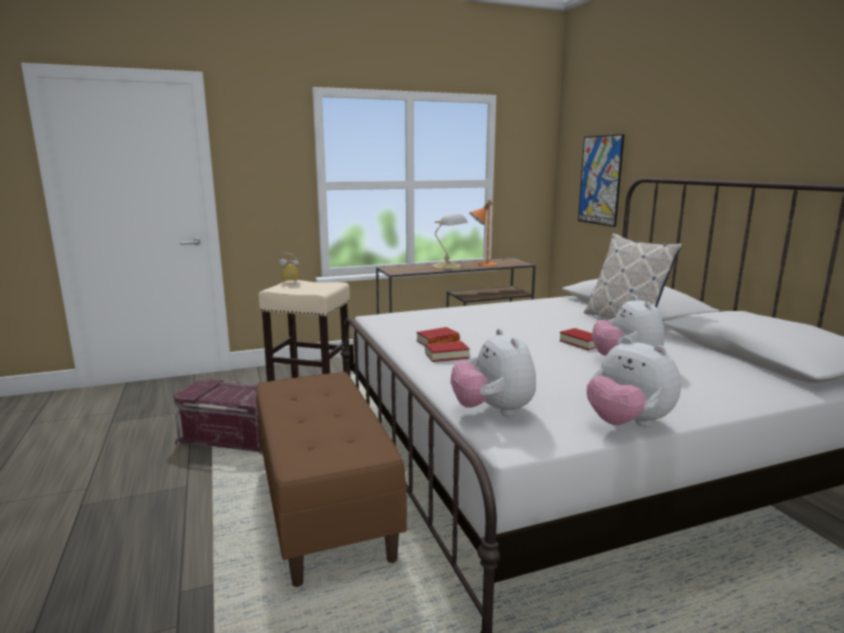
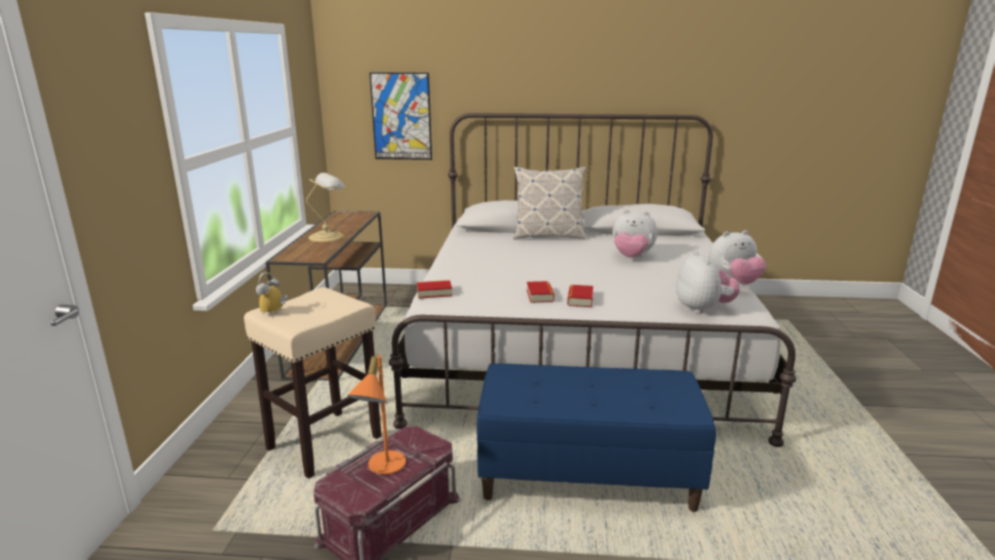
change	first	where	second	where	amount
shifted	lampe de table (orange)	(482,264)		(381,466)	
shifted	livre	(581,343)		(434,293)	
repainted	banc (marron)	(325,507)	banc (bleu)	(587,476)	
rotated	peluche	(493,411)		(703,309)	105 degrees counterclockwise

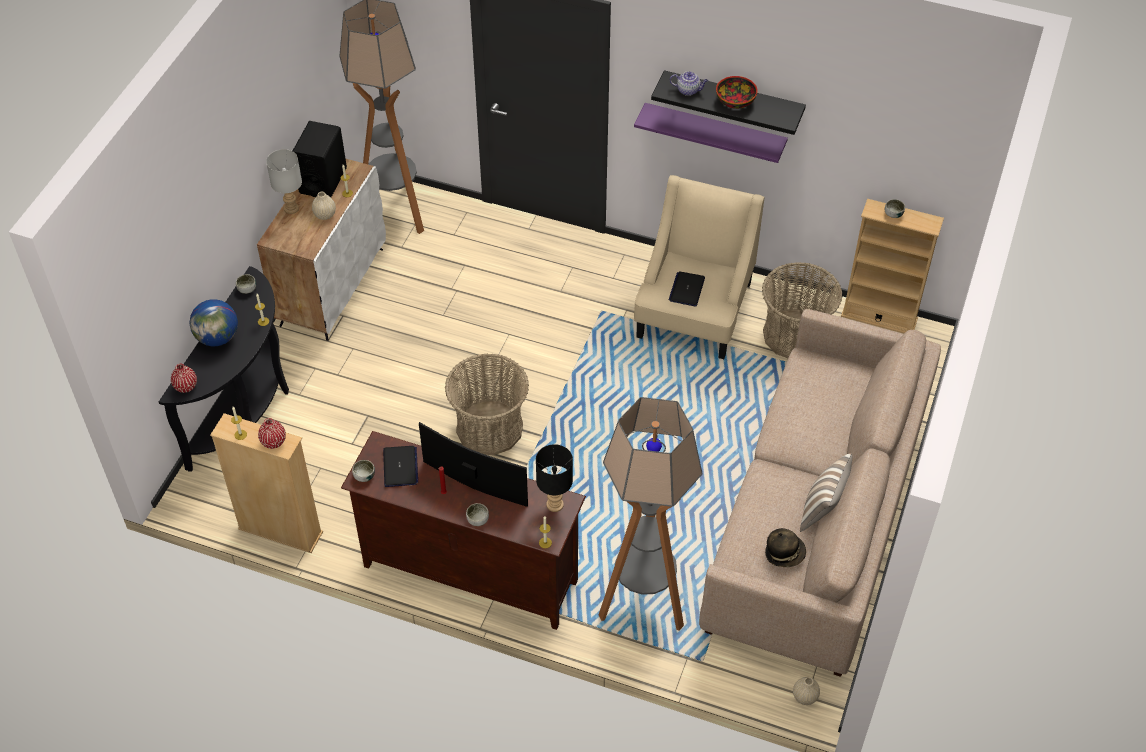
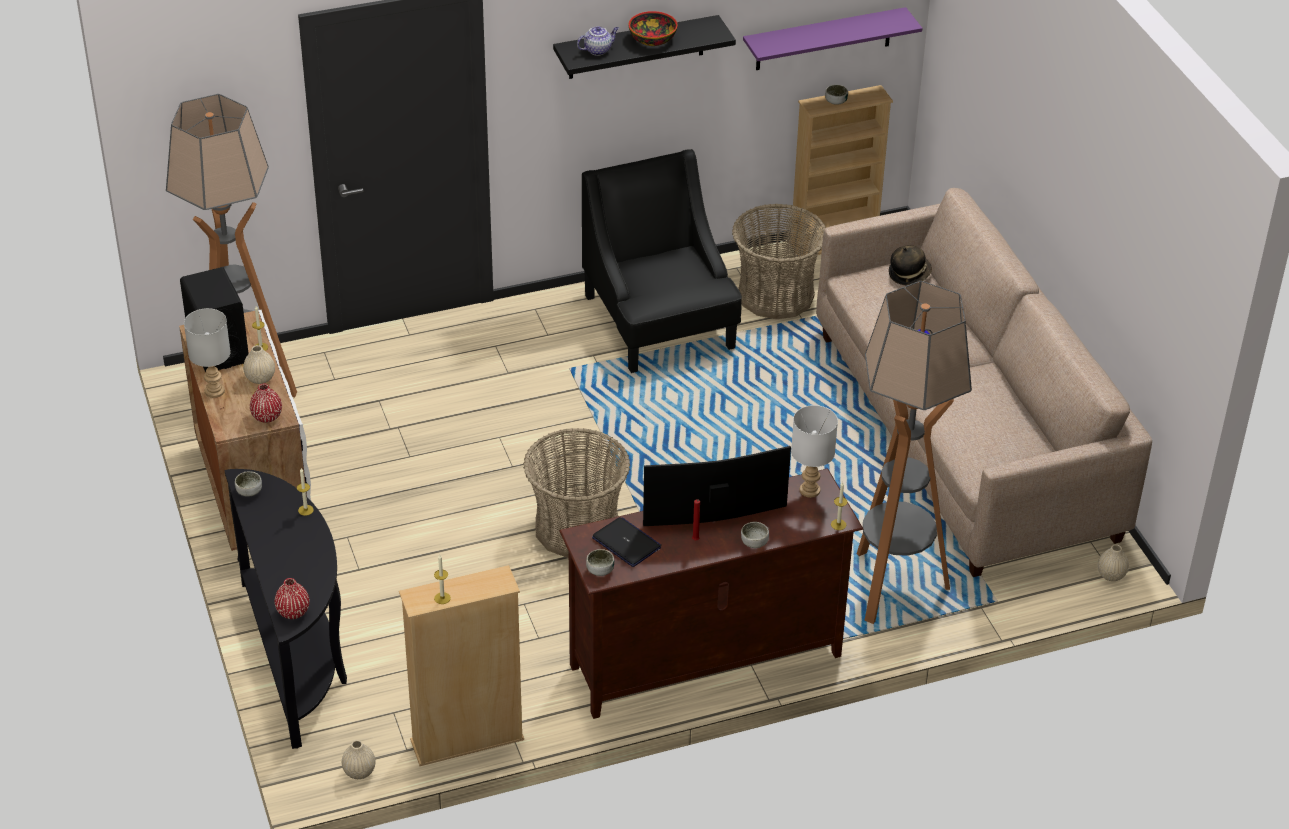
change	first	where	second	where	amount
gone	globe	(218,338)			
gone	ordinateur portable	(687,289)			
gone	coussin	(822,510)			
new			vase (beige)	(359,771)	
shifted	vase (rouge)	(273,442)		(267,417)	
shifted	étagère (violet)	(714,133)		(823,39)	
shifted	chapeau	(784,553)		(909,274)	
repainted	lampe de table (noir)	(554,504)	lampe de table (blanc)	(809,490)	
repainted	fauteuil (beige)	(694,310)	fauteuil (noir)	(659,322)	

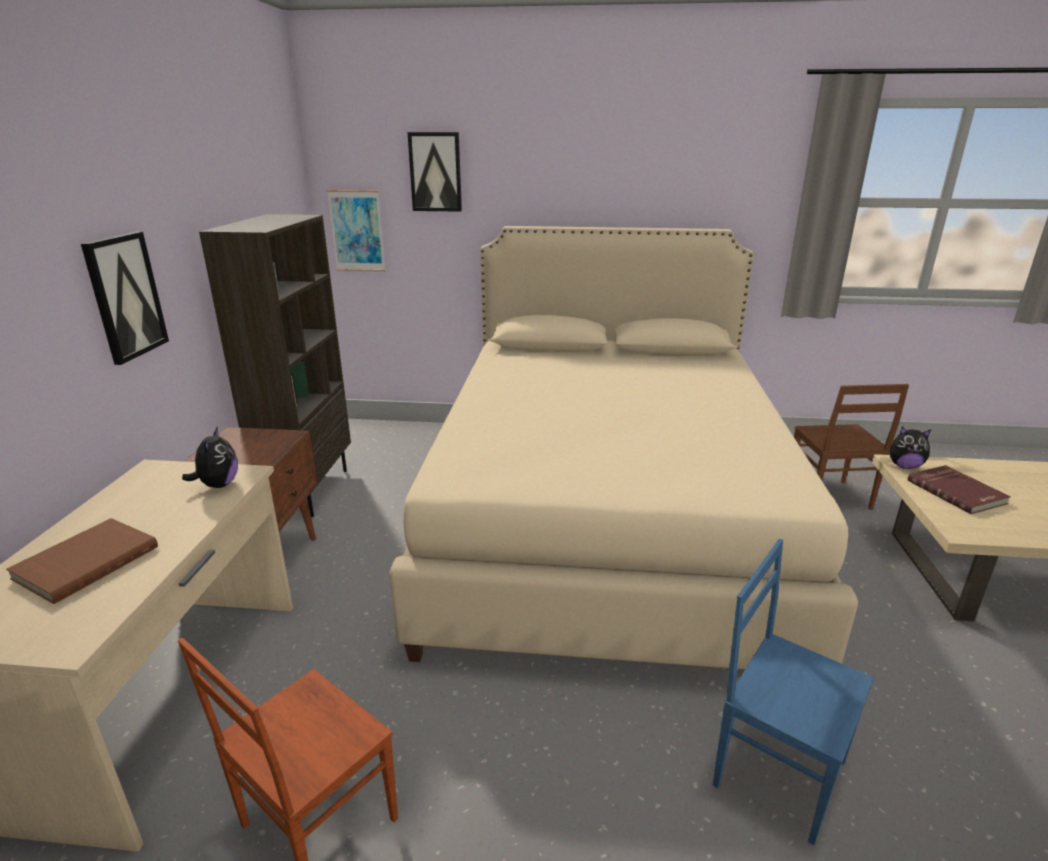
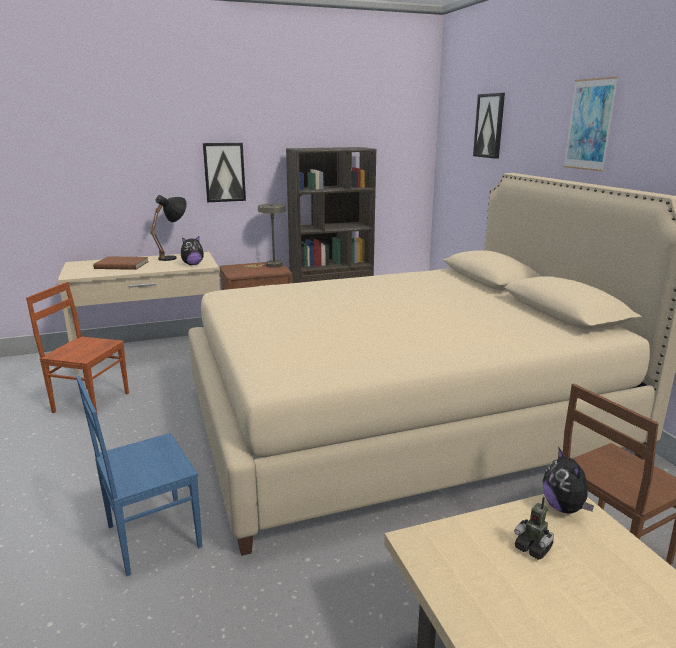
change	first	where	second	where	amount
new			lampe de table (noir)	(173,257)	
new			lampe de table (beige)	(270,265)	
shifted	tableau	(357,231)		(590,124)	
swapped	livre (rouge)	(957,491)	robot jouet	(533,548)	
rotated	chaise (bleu)	(777,770)		(151,536)	135 degrees counterclockwise

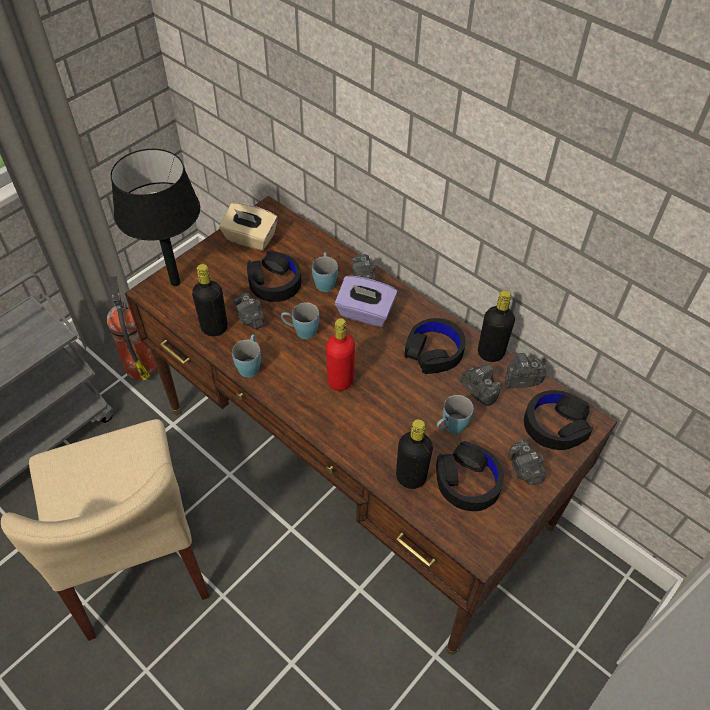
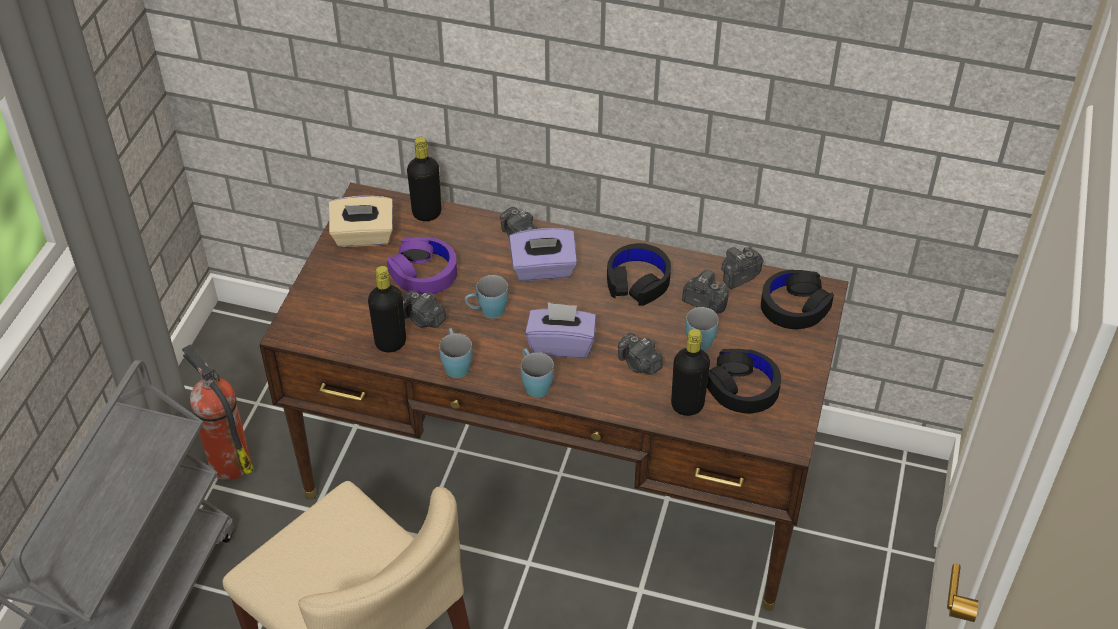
change	first	where	second	where	amount
gone	lampe de table (noir)	(175,282)			
shifted	mug (bleu)	(325,281)		(534,383)	
shifted	bouteille (noir)	(490,353)		(427,213)	
shifted	appareil photo	(524,470)		(639,364)	
swapped	bouteille (rouge)	(340,381)	boîte à mouchoirs (violet)	(561,344)	
repainted	casque audio (noir)	(274,282)	casque audio (violet)	(423,273)	

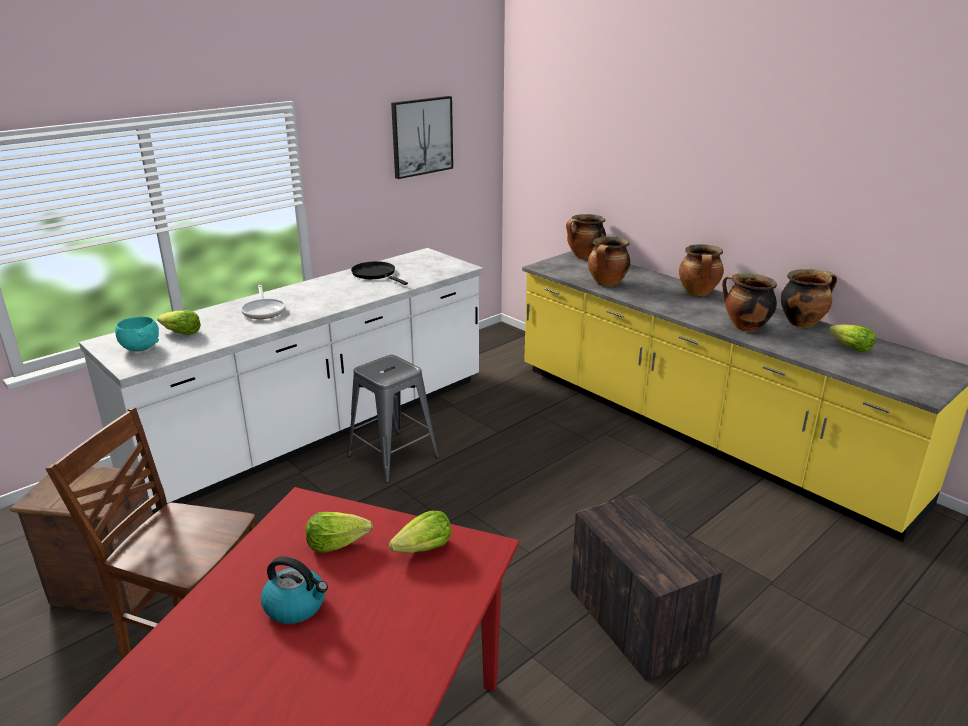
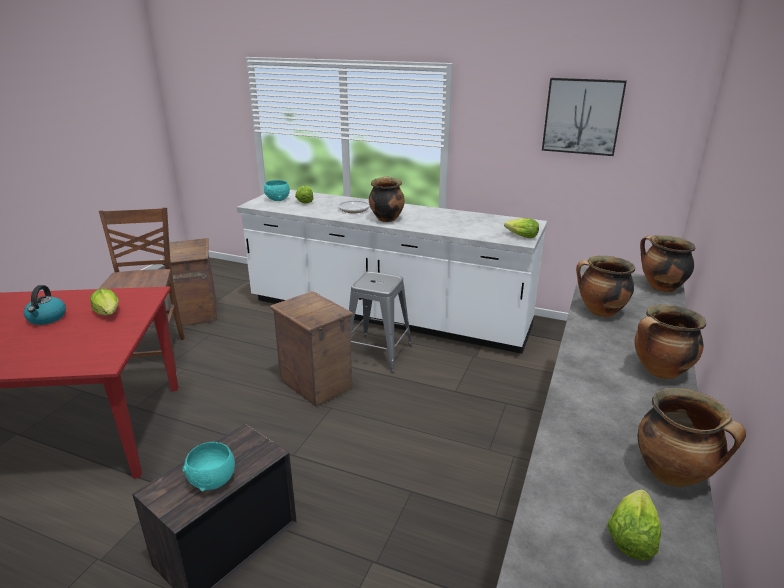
change	first	where	second	where	amount
gone	poêle (noir)	(375,274)			
new			bol (turquoise)	(213,480)	
new			caisse	(316,384)	
shifted	laitue	(424,549)		(521,236)	
shifted	marmite	(745,327)		(386,218)	

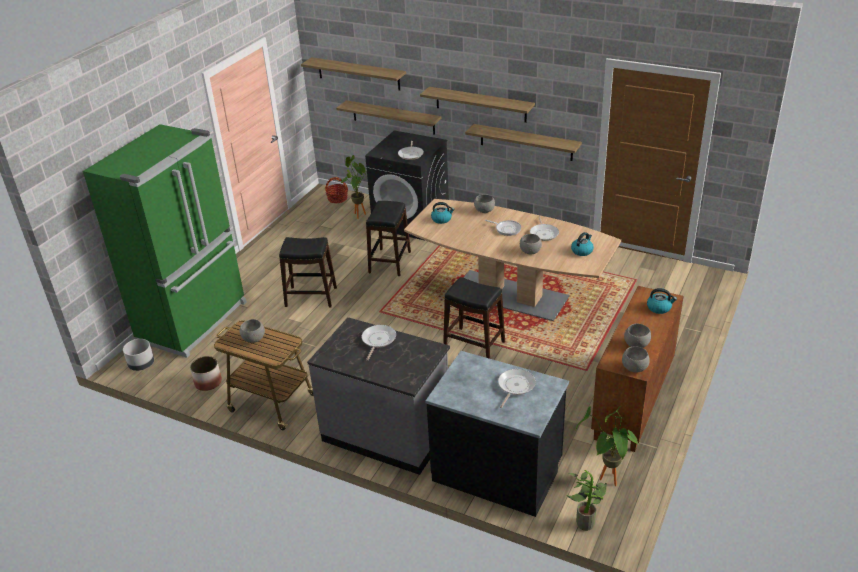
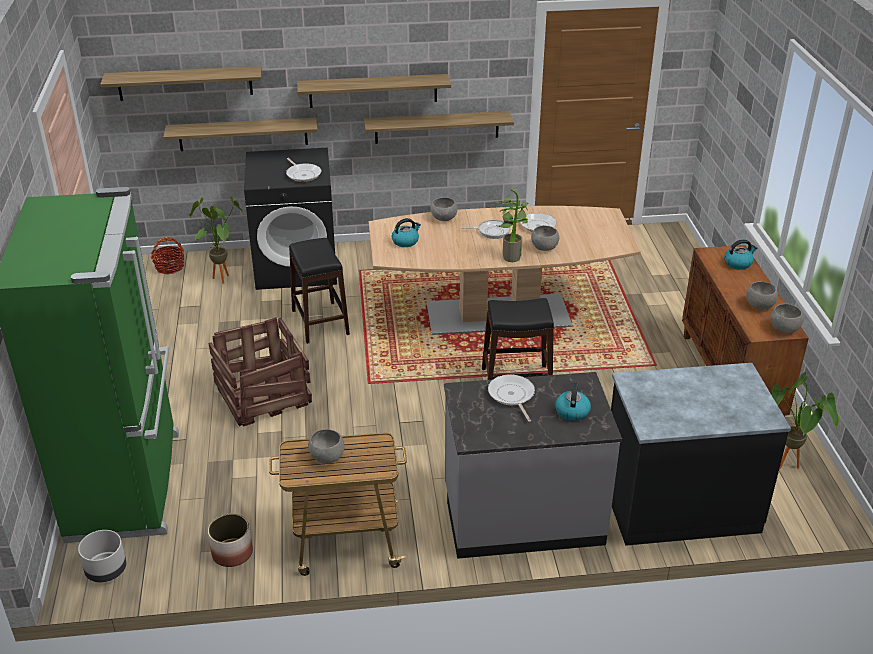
change	first	where	second	where	amount
gone	poêle	(515,386)			
shifted	plante en pot	(586,521)		(511,256)	
shifted	bouilloire	(582,251)		(572,411)	
swapped	tabouret (noir)	(311,297)	caisse	(262,396)	

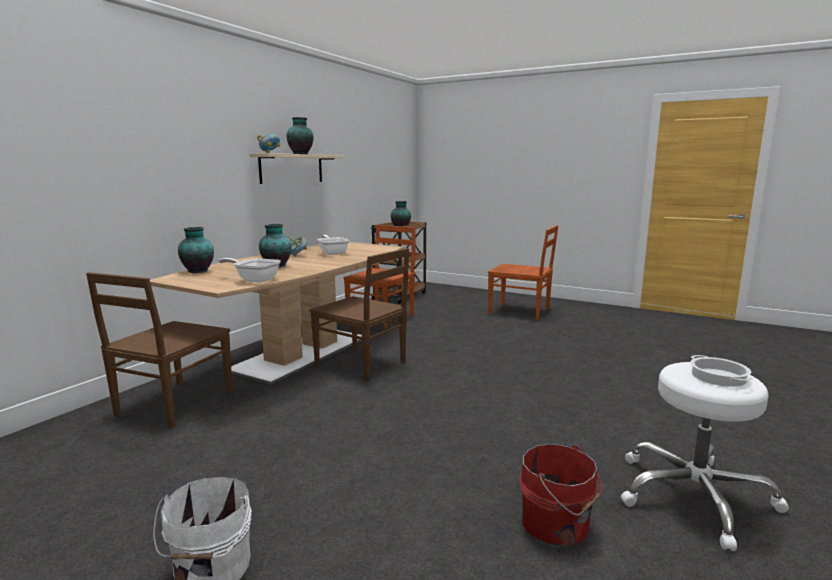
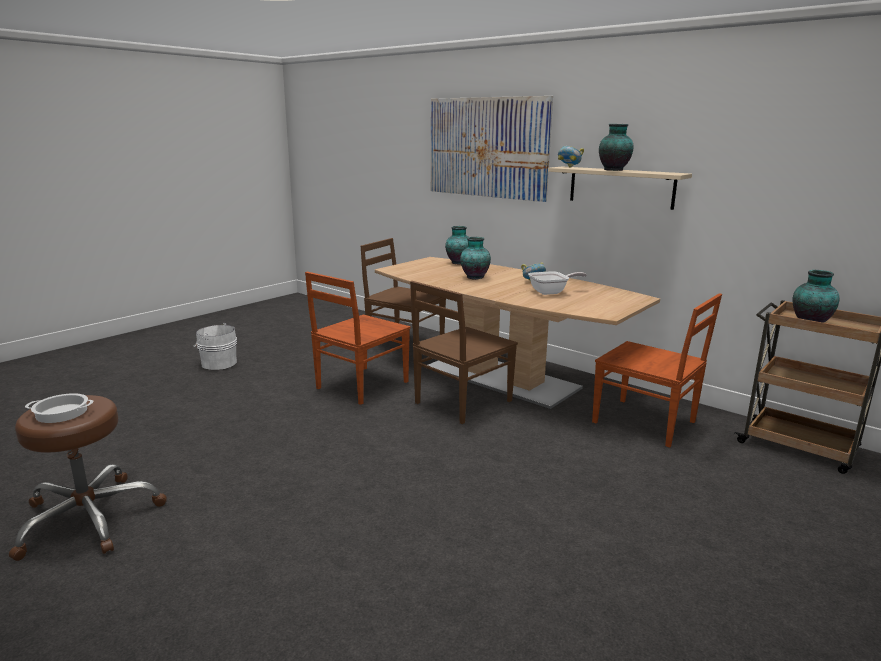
change	first	where	second	where	amount
gone	poêle	(254,280)			
gone	seau (rouge)	(557,525)			
new			tableau	(487,147)	
shifted	chaise (marron)	(520,311)		(361,385)	
repainted	tabouret (blanc)	(694,495)	tabouret (marron)	(89,518)	

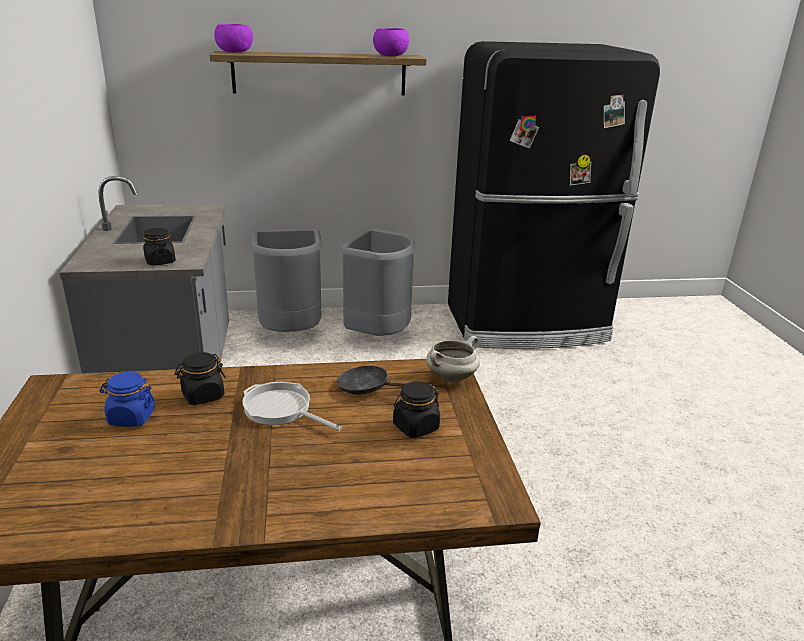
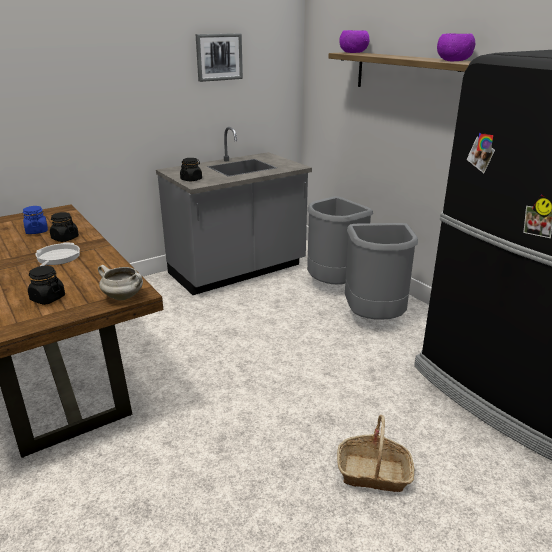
change	first	where	second	where	amount
gone	poêle (noir)	(368,388)			
new			tableau	(219,57)	
new			panier	(373,473)	

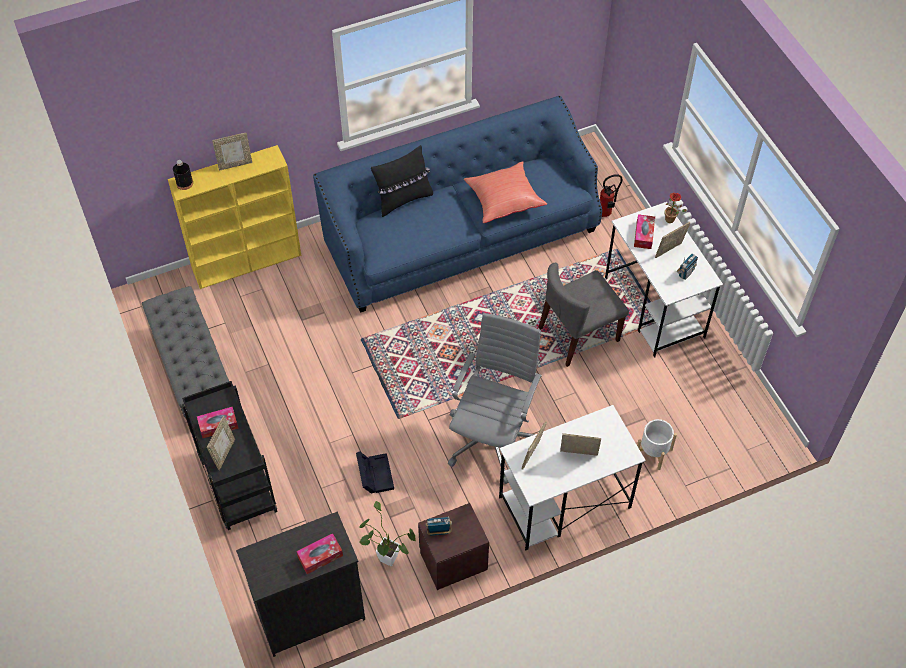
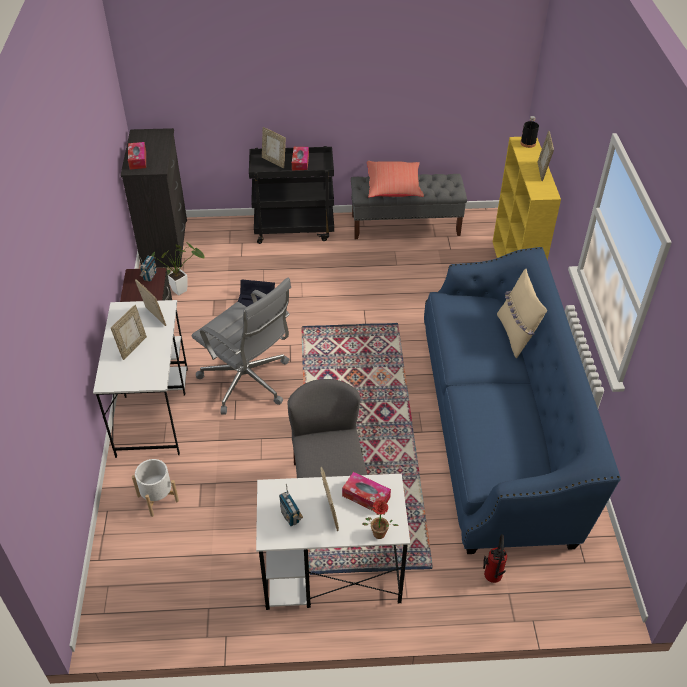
change	first	where	second	where	amount
shifted	coussin (rouge)	(503,200)		(394,189)	
repainted	coussin (noir)	(403,199)	coussin (beige)	(516,334)	

